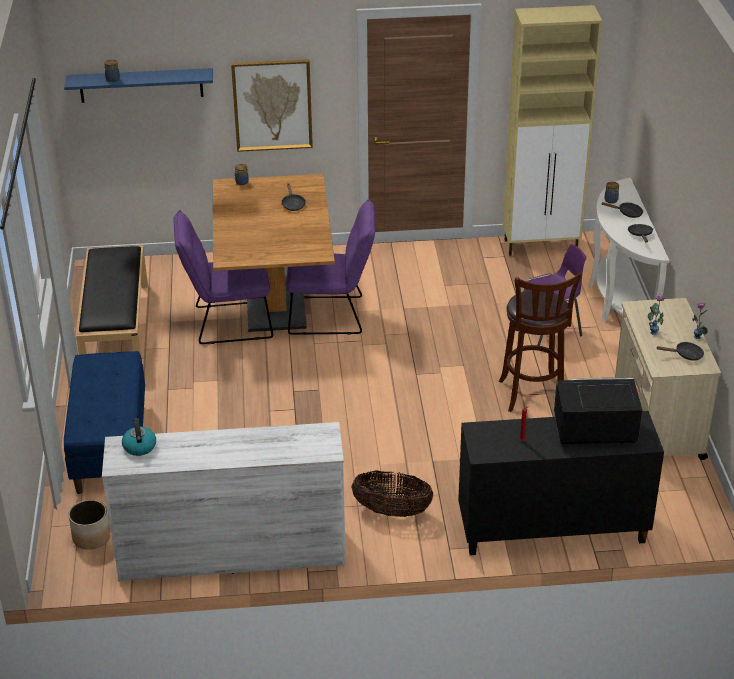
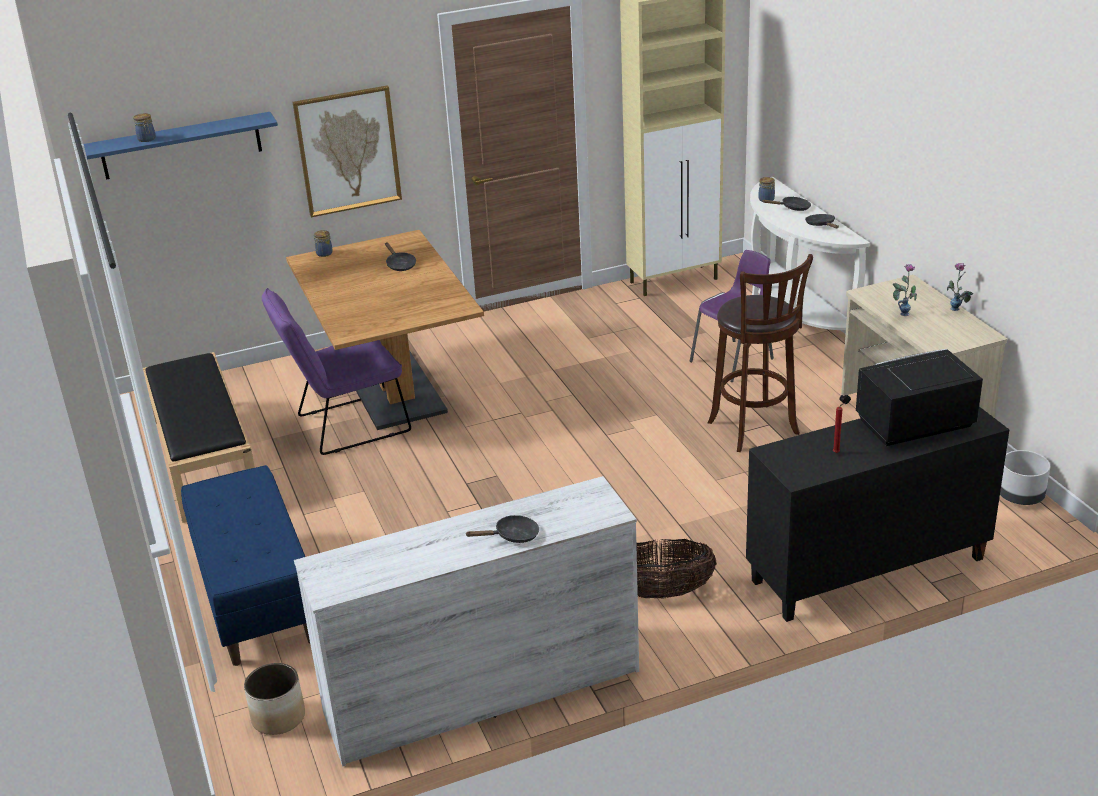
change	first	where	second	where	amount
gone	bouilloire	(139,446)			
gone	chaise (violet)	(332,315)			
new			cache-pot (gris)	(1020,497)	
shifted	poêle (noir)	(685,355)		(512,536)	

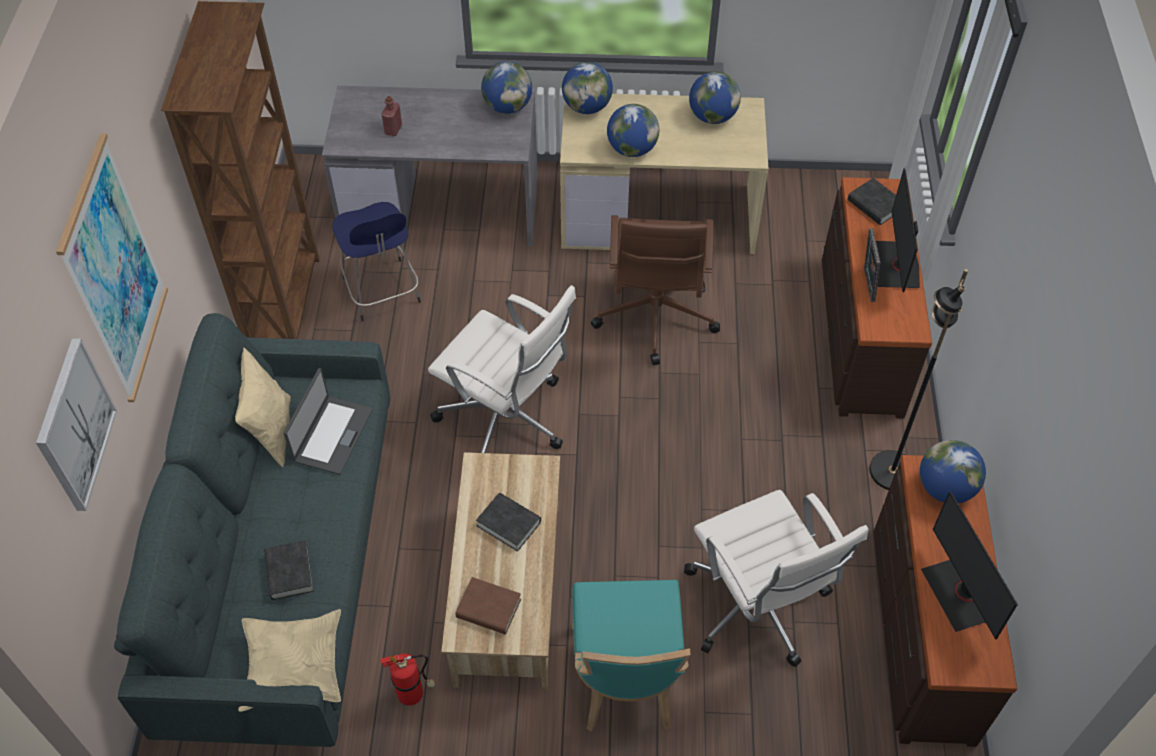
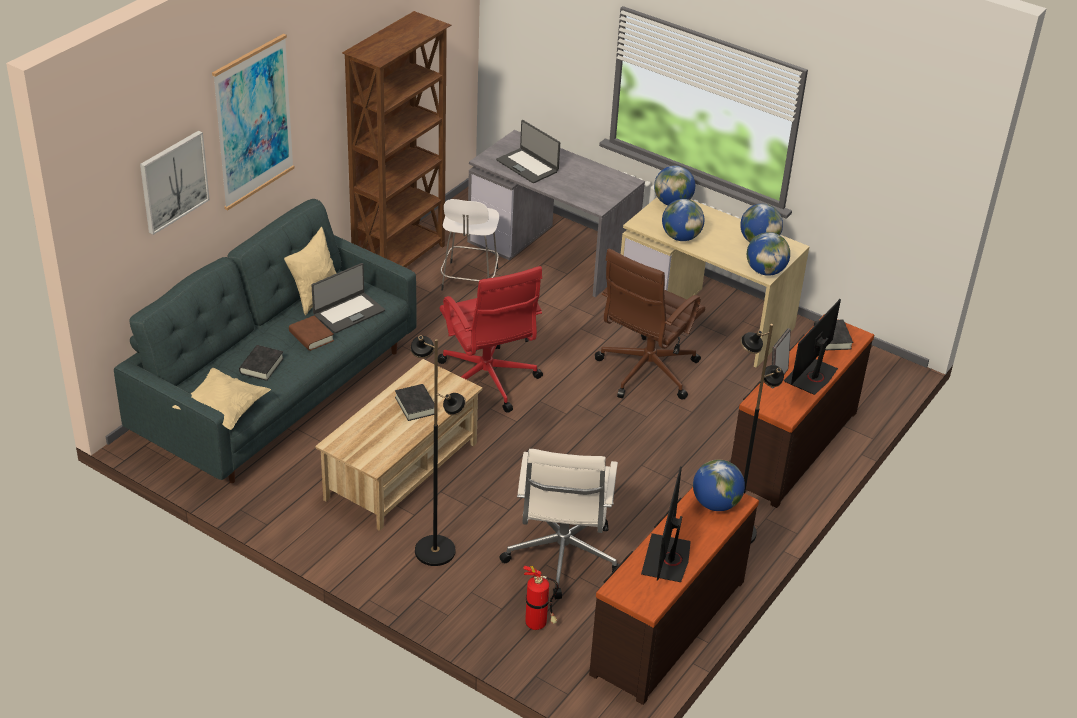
change	first	where	second	where	amount
shifted	extincteur	(414,694)		(538,625)	
shifted	livre (marron)	(488,609)		(311,336)	
shifted	globe	(507,107)		(765,271)	
swapped	bouteille (rouge)	(393,129)	ordinateur portable	(528,166)	
swapped	chaise (turquoise)	(626,680)	lampadaire (noir)	(435,550)	
repainted	tabouret (bleu)	(382,292)	tabouret (blanc)	(469,280)	
repainted	chaise de bureau (blanc)	(506,419)	chaise de bureau (rouge)	(487,382)	

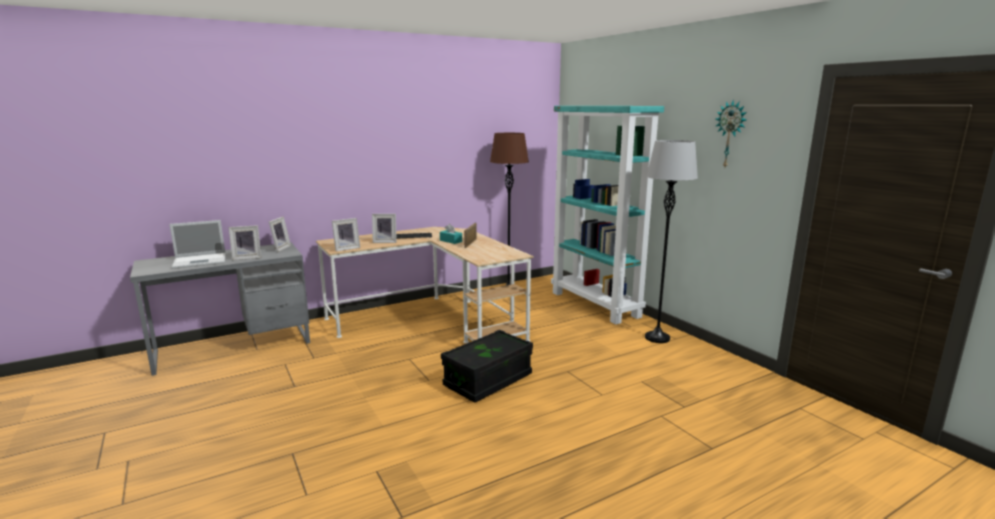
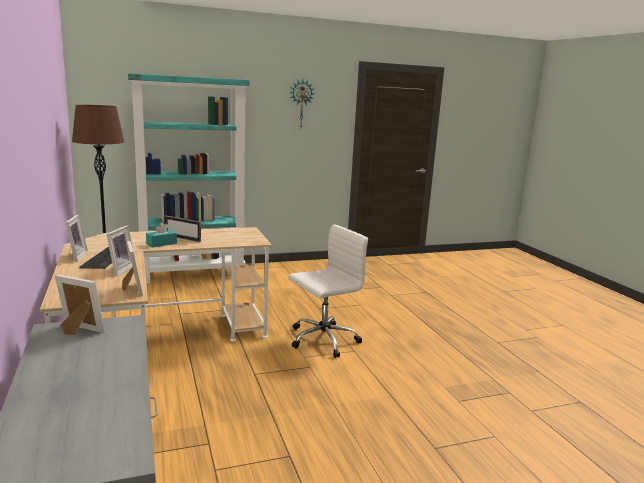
change	first	where	second	where	amount
gone	ordinateur portable	(201,261)			
gone	lampadaire (gris)	(657,338)			
shifted	cadre photo	(247,257)		(75,256)	
swapped	boîte de rangement (noir)	(488,380)	chaise de bureau (blanc)	(322,340)	

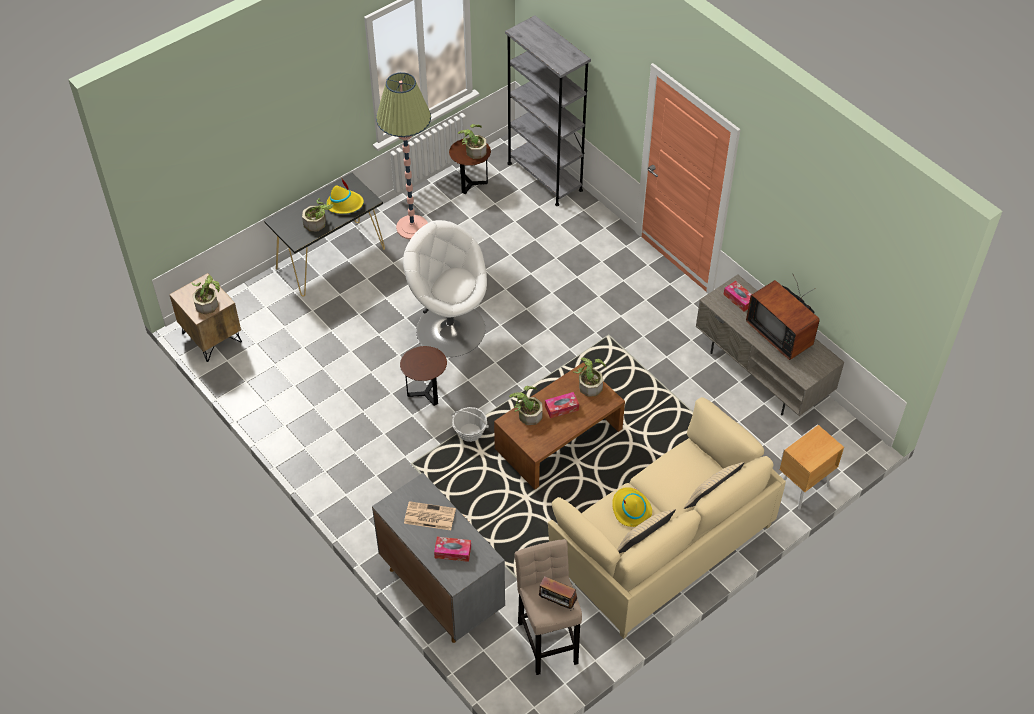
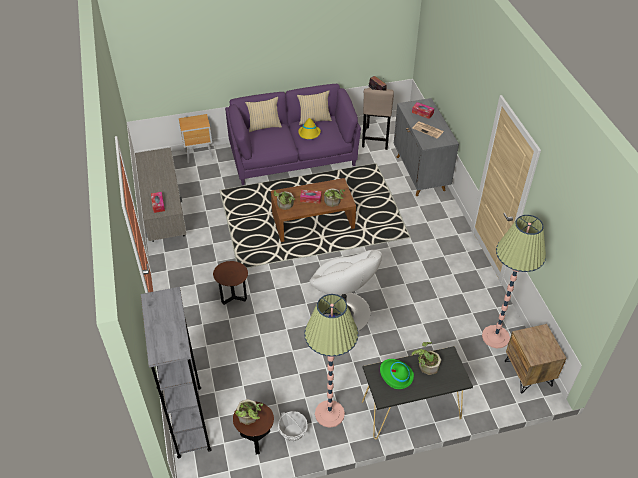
change	first	where	second	where	amount
gone	plante en pot	(208,302)			
gone	téléviseur	(782,332)			
new			lampadaire	(495,337)	
shifted	table d'appoint (marron)	(425,394)		(233,297)	
shifted	panier	(470,432)		(293,432)	
repainted	chapeau (jaune)	(345,204)	chapeau (vert)	(396,375)	
repainted	canapé (beige)	(661,544)	canapé (violet)	(292,156)	

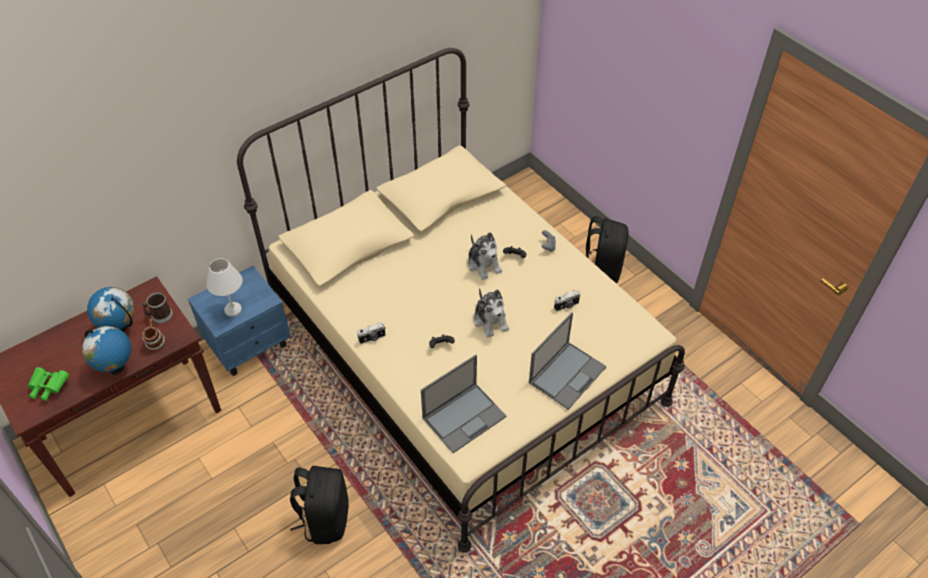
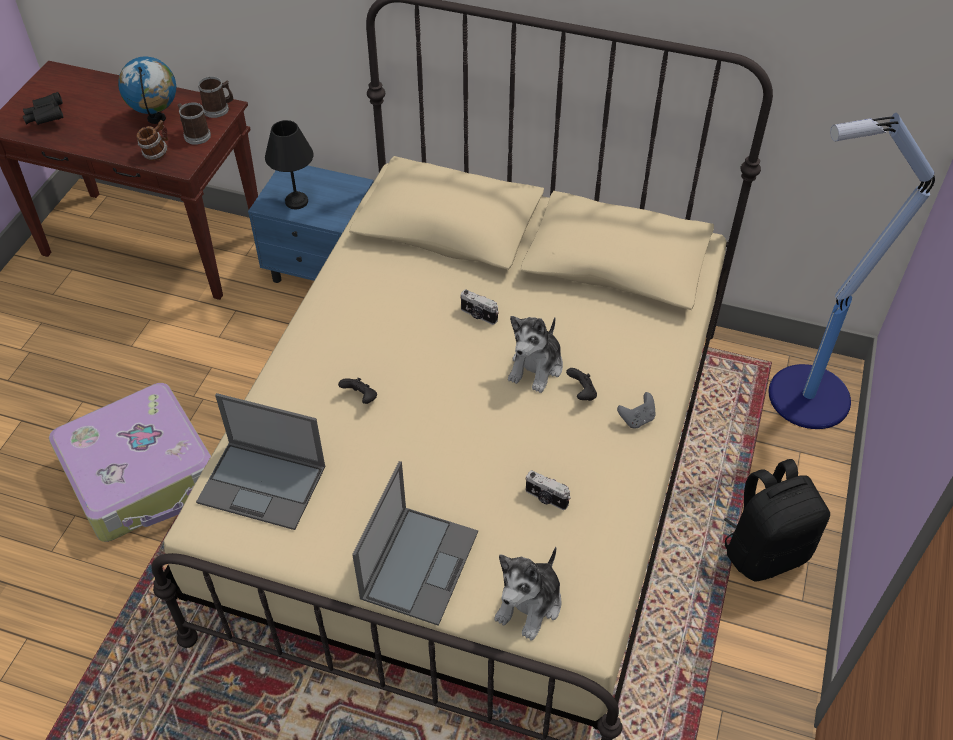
change	first	where	second	where	amount
gone	globe	(116,368)			
new			mug	(218,109)	
new			lampadaire	(806,398)	
shifted	appareil photo	(372,338)		(478,315)	
shifted	peluche	(490,320)		(530,604)	
swapped	sac à dos (noir)	(325,519)	valise	(142,474)	
repainted	jumelles (vert)	(48,388)	jumelles (noir)	(47,118)	
repainted	lampe de table (blanc)	(233,310)	lampe de table (noir)	(295,202)	
rotated	ordinateur portable	(567,374)		(420,563)	75 degrees counterclockwise

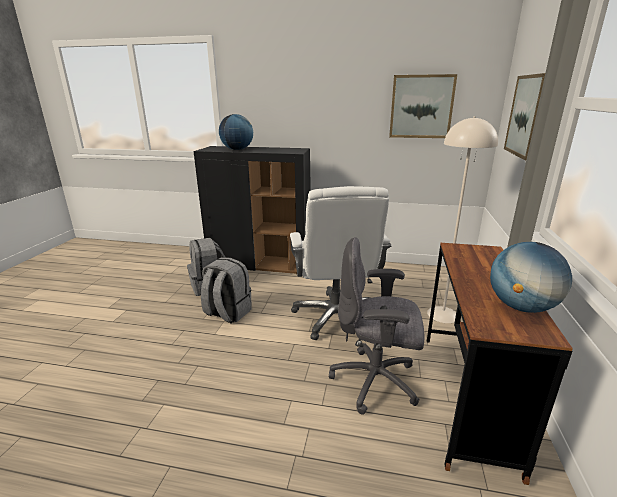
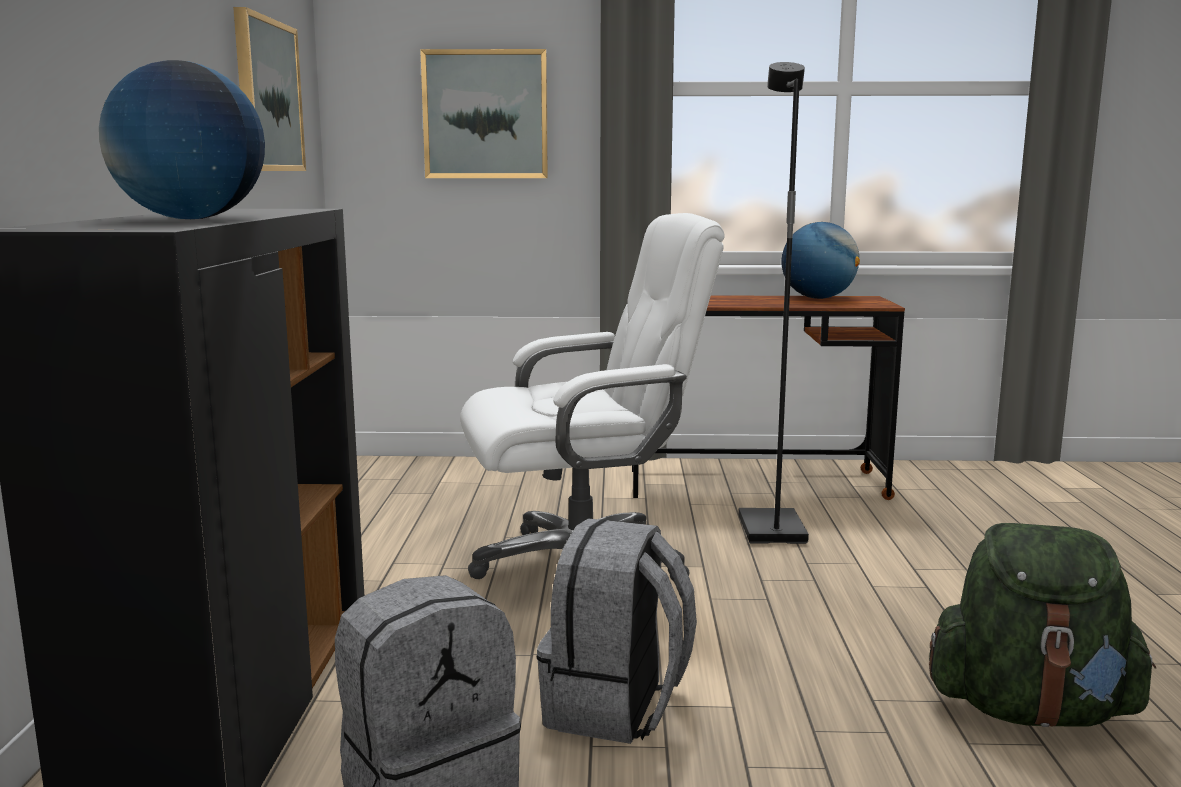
change	first	where	second	where	amount
gone	lampadaire (beige)	(443,314)			
new			sac à dos (vert)	(1031,710)	
swapped	chaise de bureau (gris)	(376,381)	lampadaire (noir)	(769,530)	

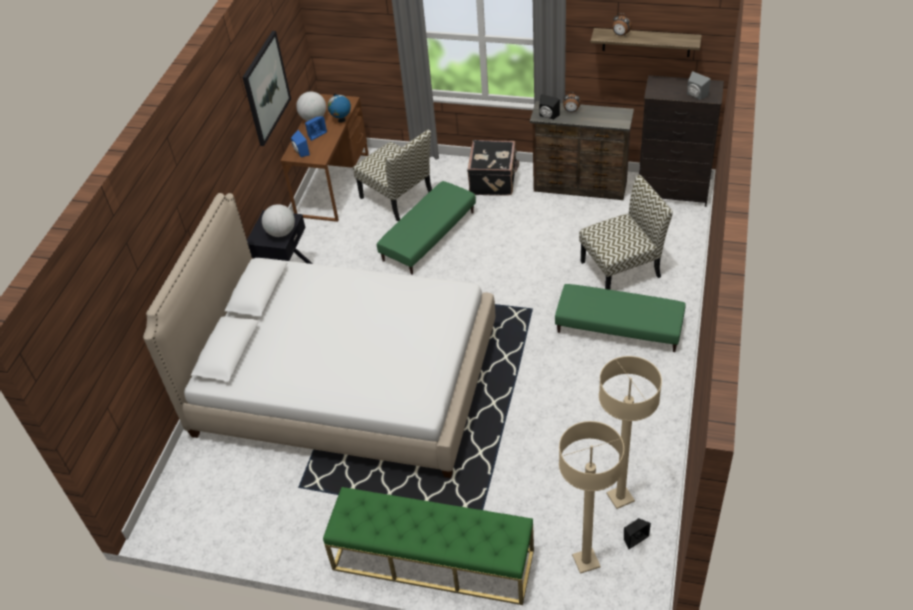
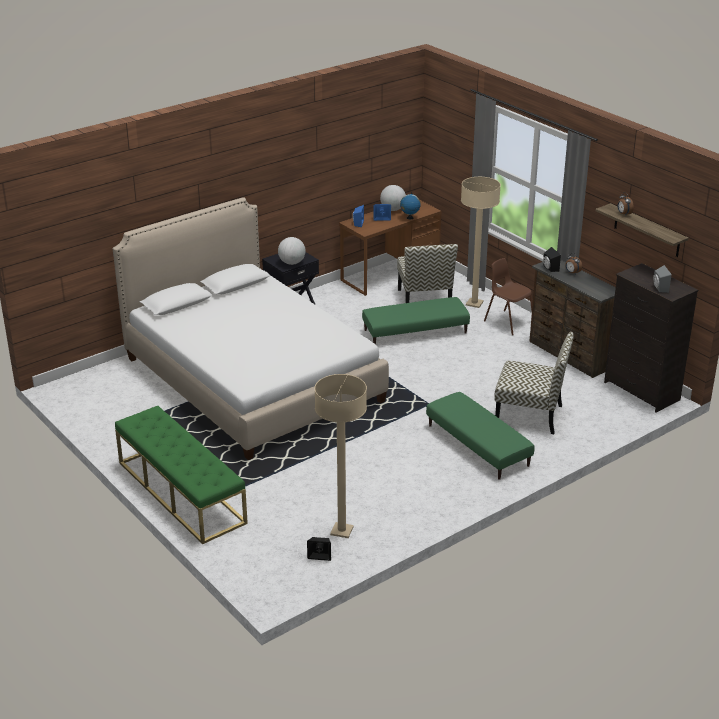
change	first	where	second	where	amount
gone	tableau	(266,88)			
shifted	lampadaire (beige)	(586,561)		(474,303)	
swapped	valise (noir)	(494,180)	chaise (marron)	(508,322)	

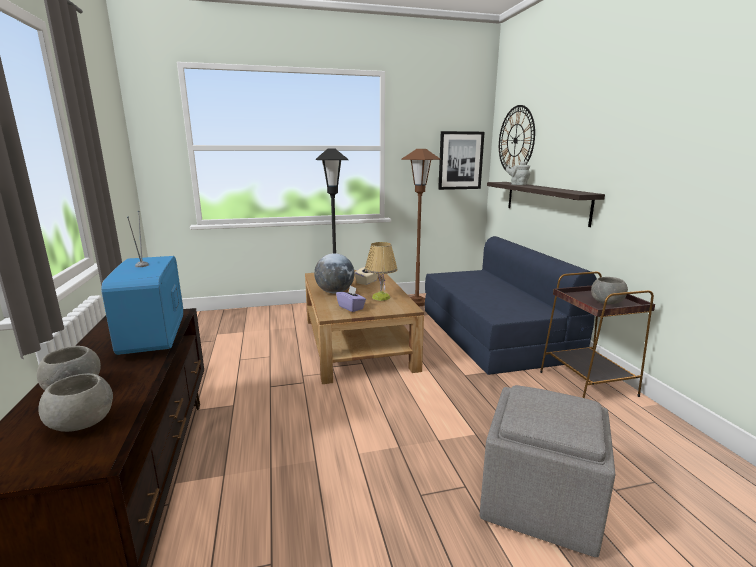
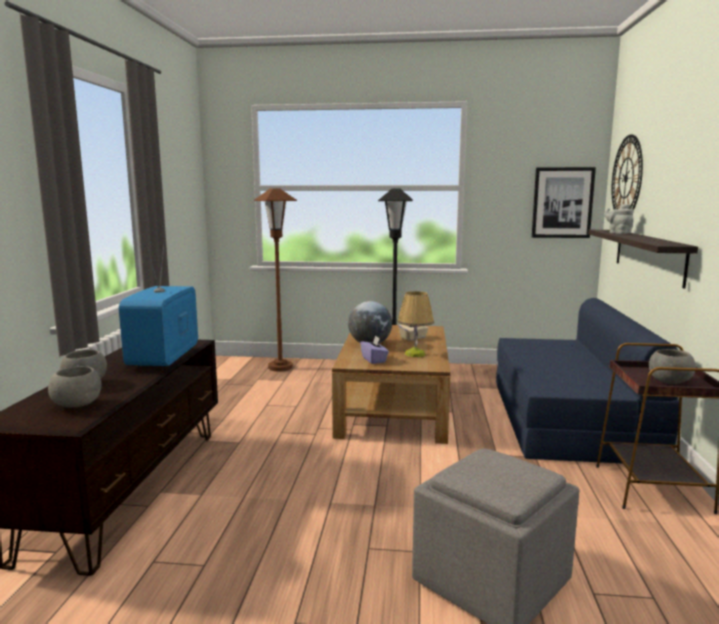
change	first	where	second	where	amount
shifted	lampadaire (marron)	(416,303)		(280,367)	

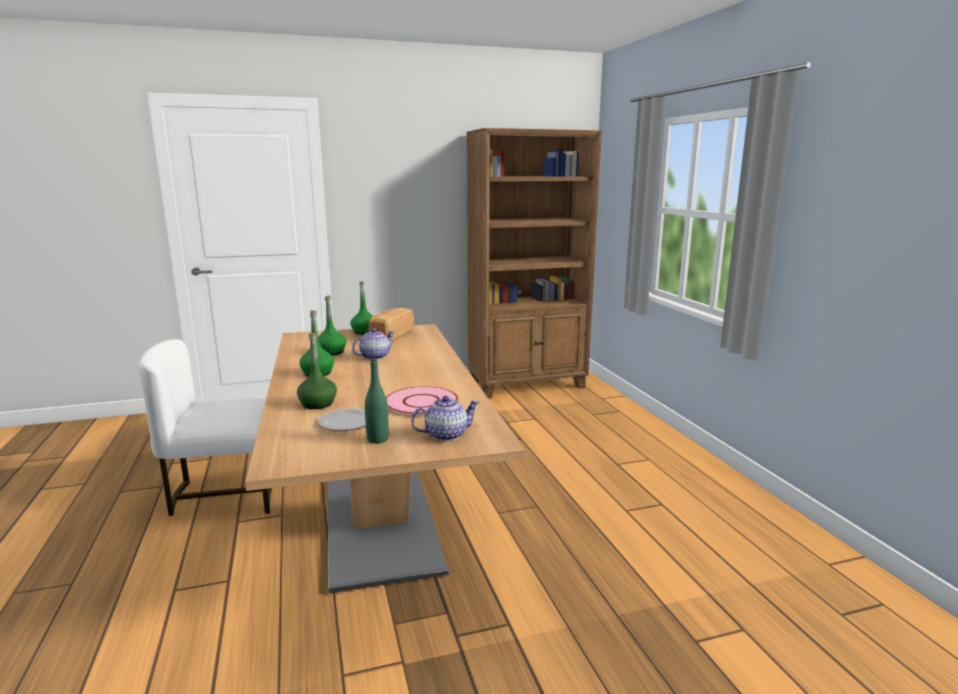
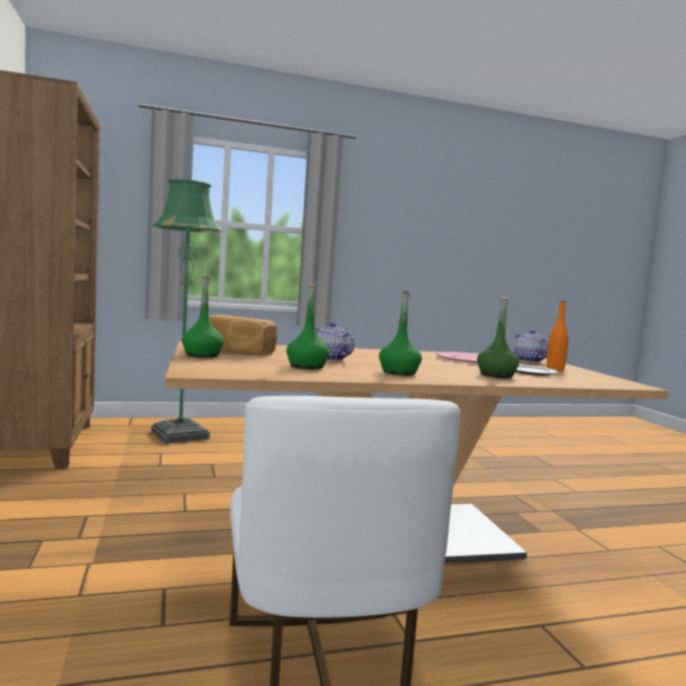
change	first	where	second	where	amount
new			lampadaire (vert)	(180,435)	
repainted	bouteille (vert)	(377,439)	bouteille (orange)	(555,369)	

